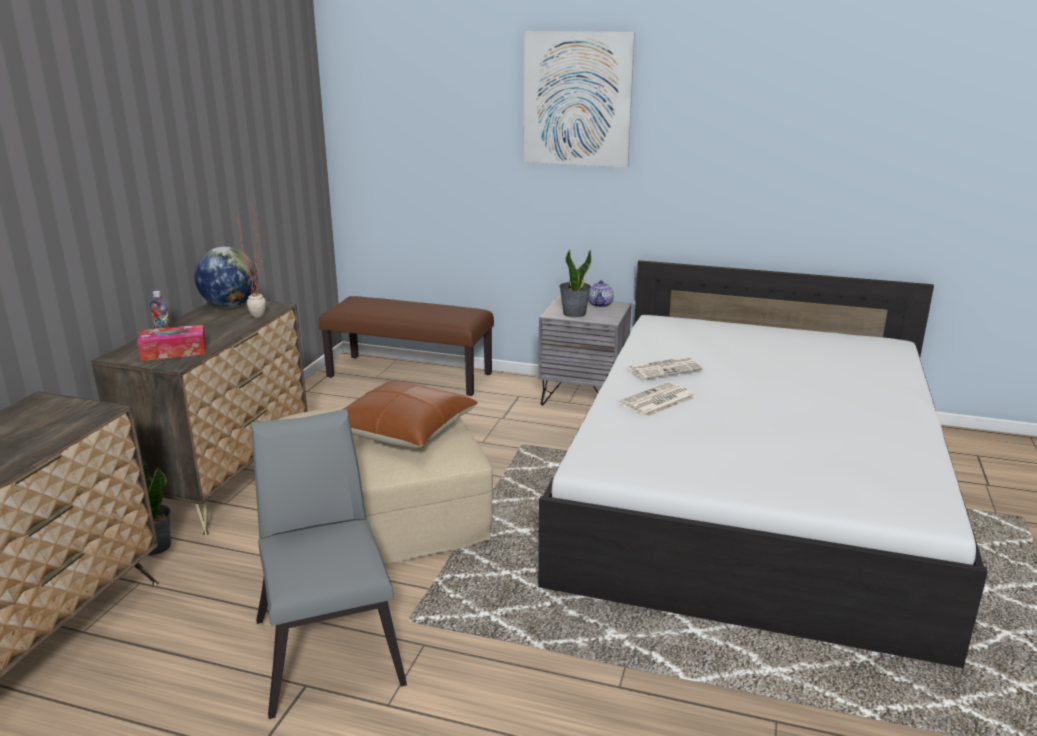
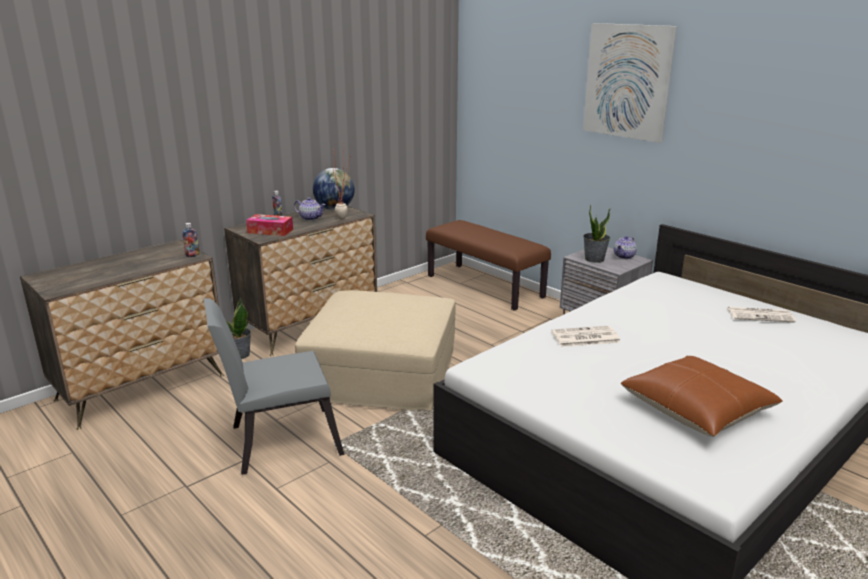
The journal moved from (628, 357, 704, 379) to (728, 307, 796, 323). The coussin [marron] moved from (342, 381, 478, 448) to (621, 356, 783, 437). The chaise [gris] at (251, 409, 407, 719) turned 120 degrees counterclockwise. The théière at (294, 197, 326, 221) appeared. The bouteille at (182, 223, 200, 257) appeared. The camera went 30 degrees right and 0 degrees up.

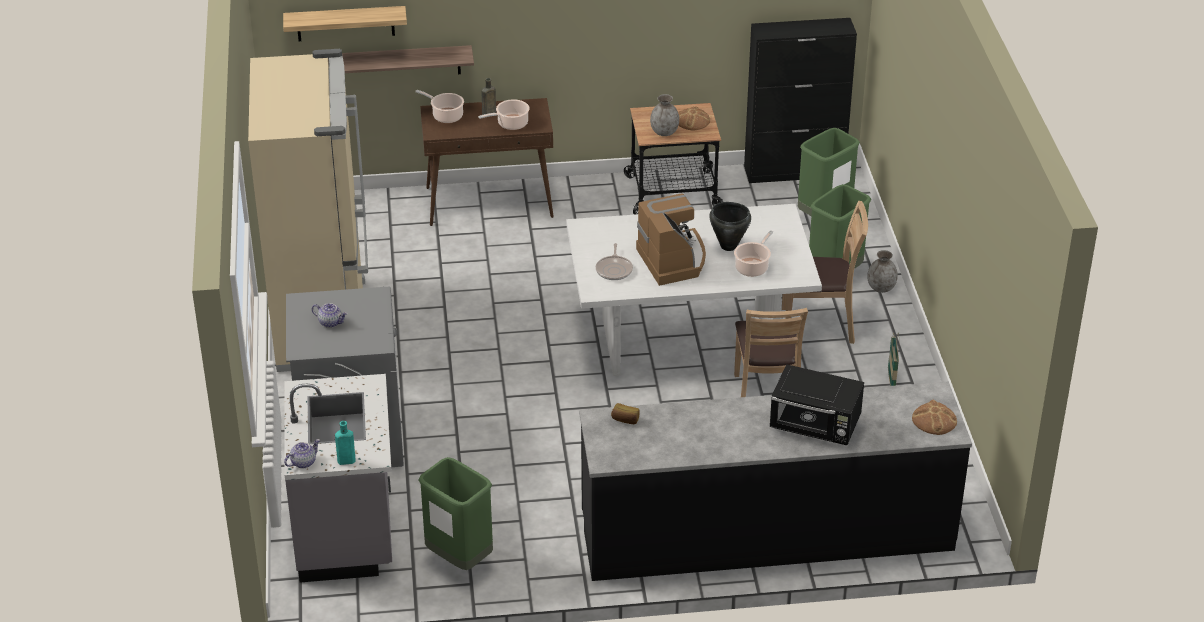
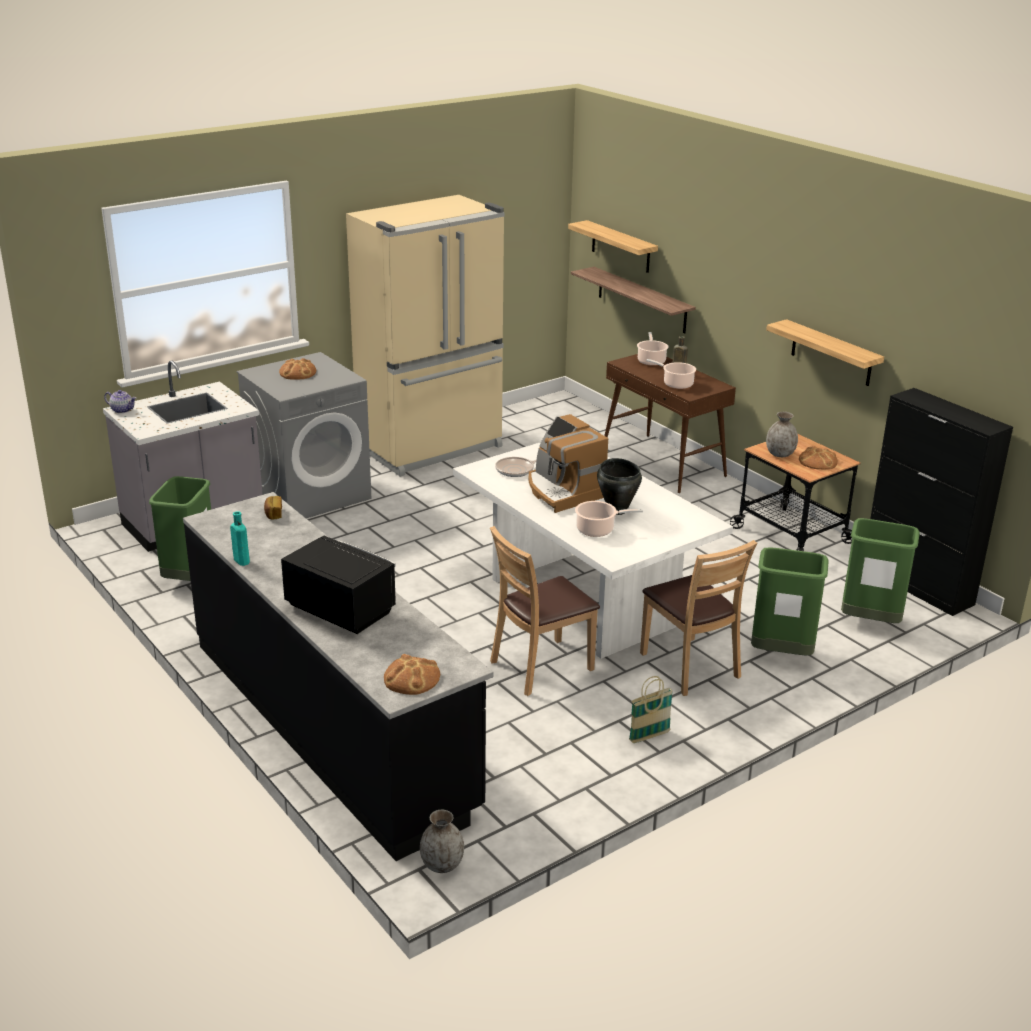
The machine à café at (636, 193, 706, 286) turned 105 degrees clockwise. The vase [gris] moved from (867, 250, 898, 293) to (420, 810, 464, 873). The théière at (312, 303, 347, 328) was replaced by the pain at (279, 358, 316, 380). The micro-ondes [noir] at (770, 364, 864, 445) turned 135 degrees clockwise. The bouteille [turquoise] moved from (335, 421, 356, 465) to (230, 511, 250, 566). The étagère at (766, 319, 884, 386) appeared. The camera went 60 degrees right and 10 degrees down.

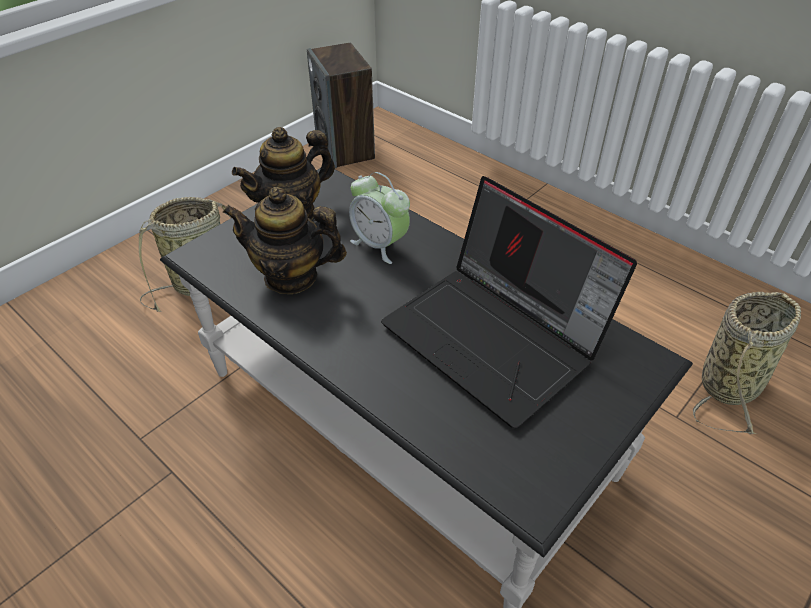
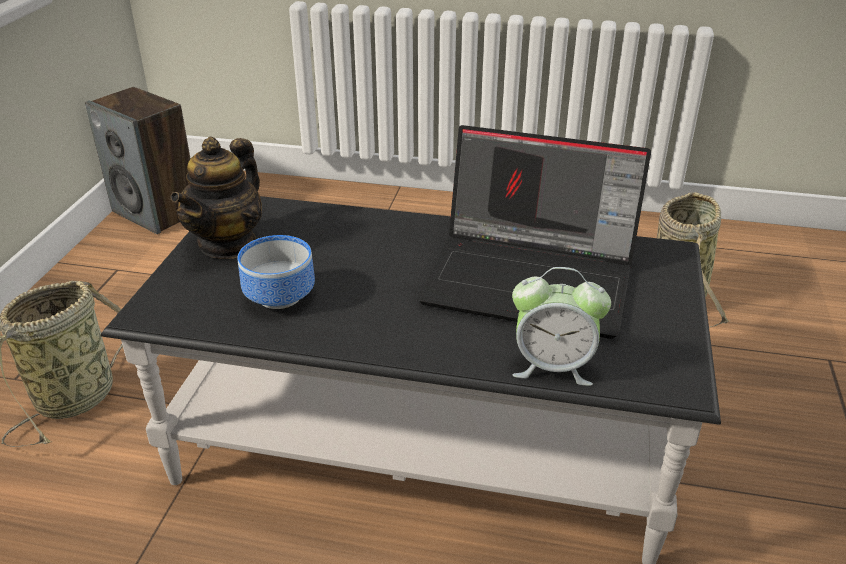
The réveil moved from (349, 172, 410, 264) to (512, 267, 611, 386). The théière at (223, 187, 347, 294) was replaced by the bol at (238, 235, 315, 309). The camera went 30 degrees left and 10 degrees down.

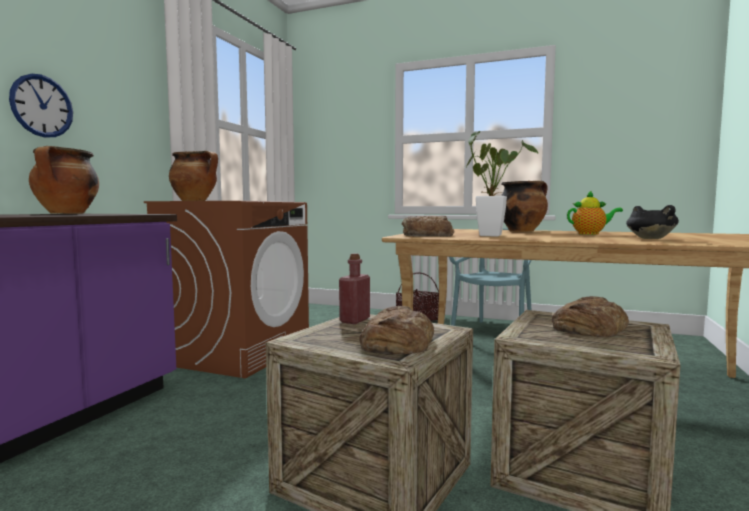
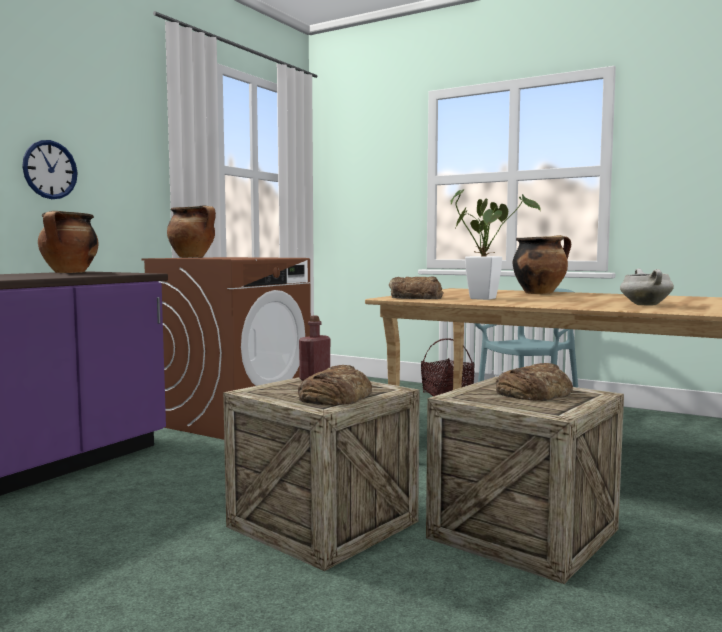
The théière at (567, 190, 623, 235) disappeared. The marmite [noir] at (626, 205, 679, 239) became the marmite [blanc] at (620, 269, 674, 305). The camera went 10 degrees right and 0 degrees up.

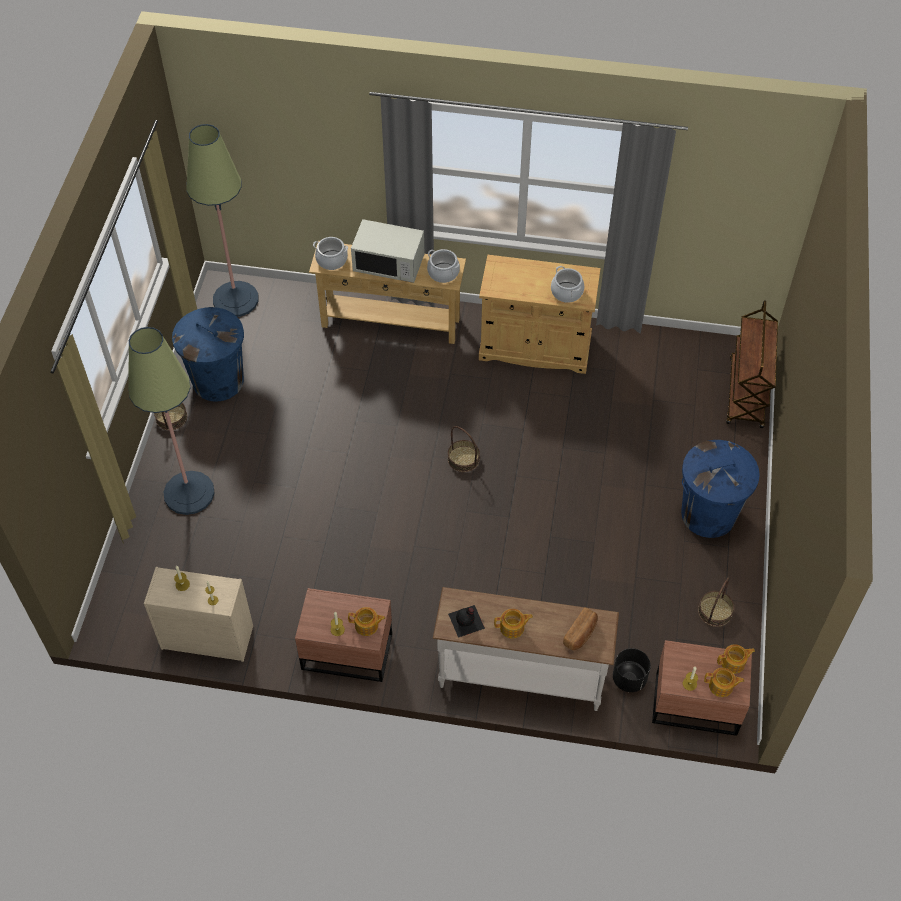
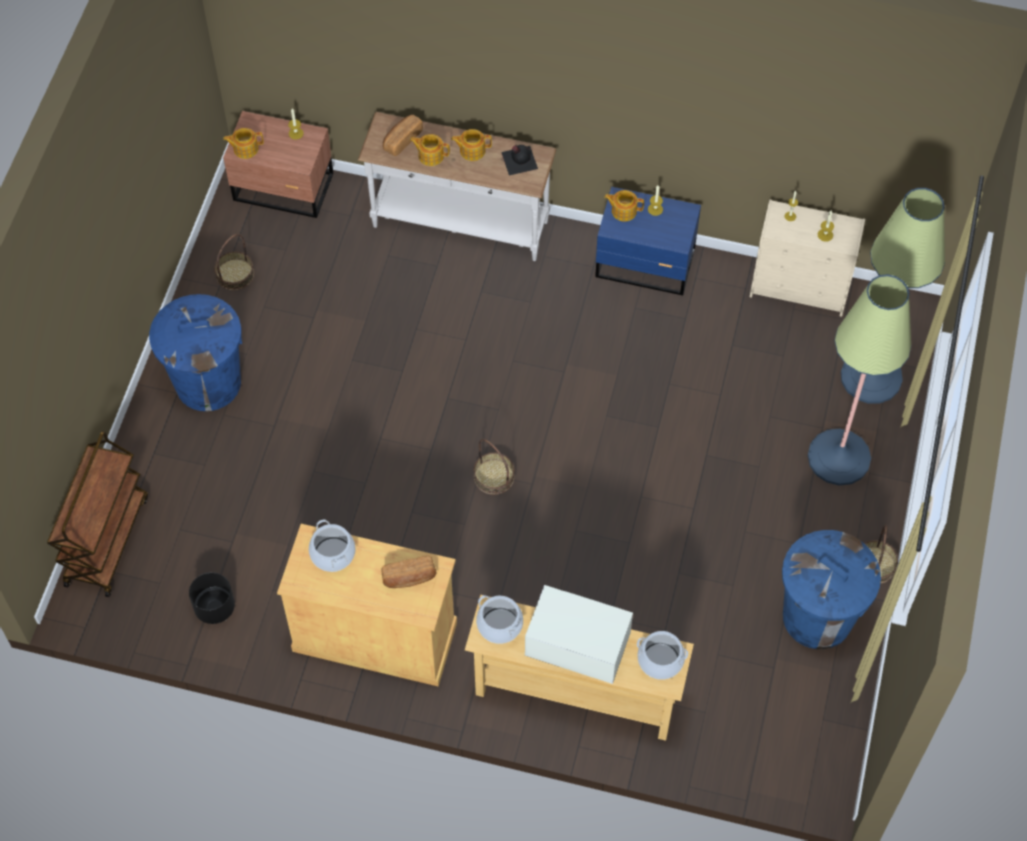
The lampadaire moved from (186, 124, 258, 317) to (841, 188, 945, 403). The table de chevet [marron] at (295, 588, 392, 682) became the table de chevet [bleu] at (595, 187, 701, 295). The cache-pot [noir] moved from (613, 648, 651, 692) to (189, 572, 235, 624). The théière moved from (704, 668, 744, 697) to (410, 134, 450, 166). The pain at (381, 556, 436, 588) appeared. The camera went 175 degrees left and 5 degrees up.

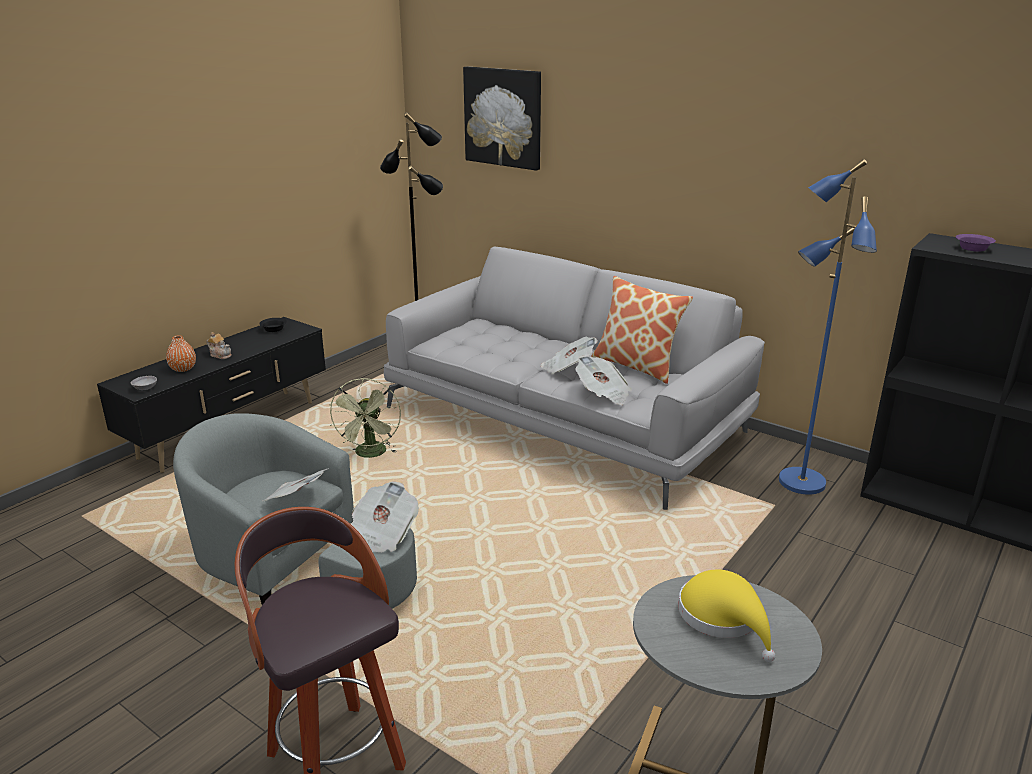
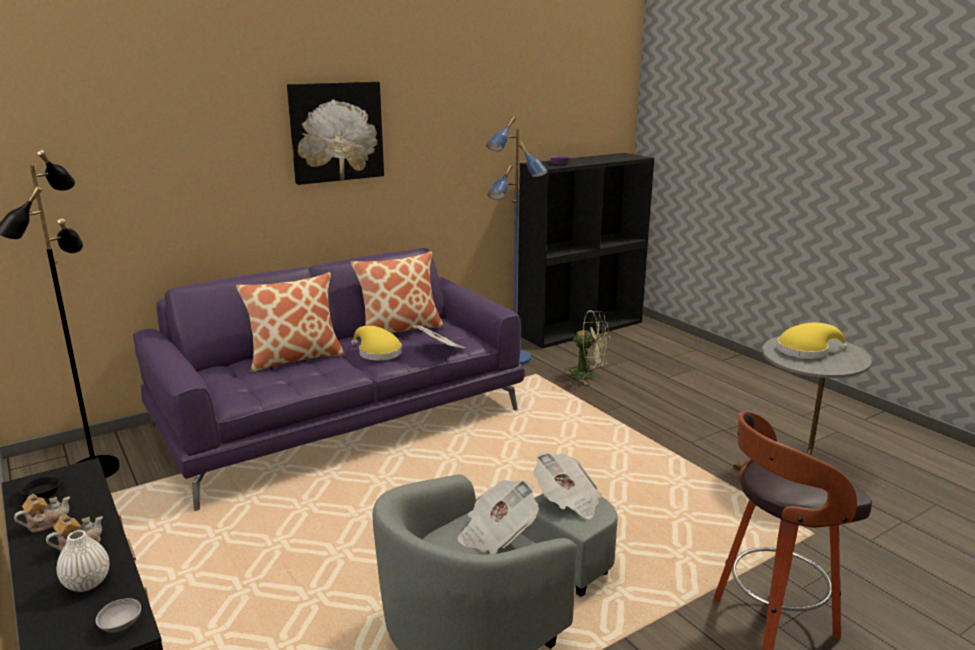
The tableau moved from (463, 67, 541, 171) to (287, 81, 384, 185). The canapé [gris] at (384, 247, 765, 510) became the canapé [violet] at (133, 248, 525, 511). The vase [orange] at (166, 335, 196, 372) became the vase [blanc] at (57, 530, 109, 592). The journal at (540, 337, 598, 374) was replaced by the chapeau [jaune] at (351, 326, 402, 360). The ventilateur [vert] moved from (329, 378, 401, 458) to (565, 310, 610, 385). The coussin at (236, 272, 345, 372) appeared. The théière at (14, 494, 70, 533) appeared. The camera went 70 degrees left and 5 degrees down.

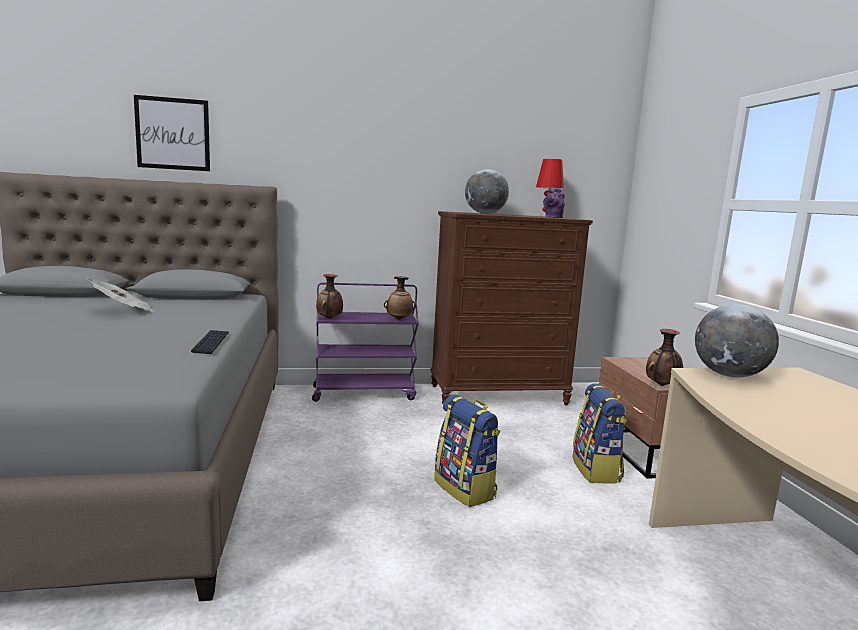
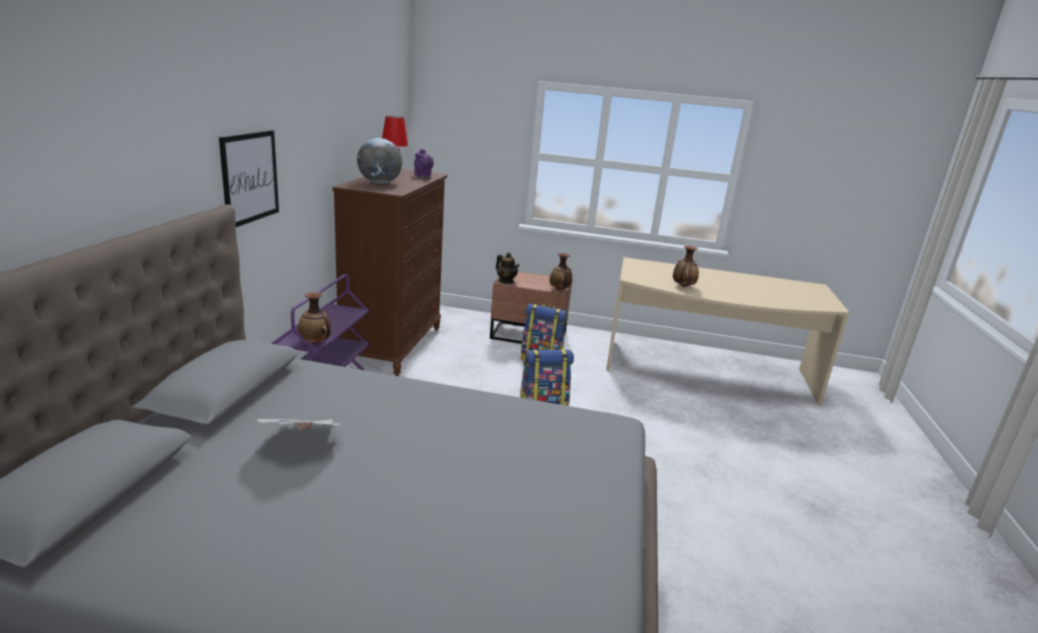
The tableau moved from (134, 95, 210, 171) to (219, 130, 279, 227). The vase moved from (384, 276, 416, 320) to (673, 246, 699, 287). The globe at (695, 304, 779, 378) disappeared. The clavier at (191, 330, 229, 354) disappeared. The théière at (496, 252, 519, 284) appeared. The camera went 70 degrees left and 10 degrees up.

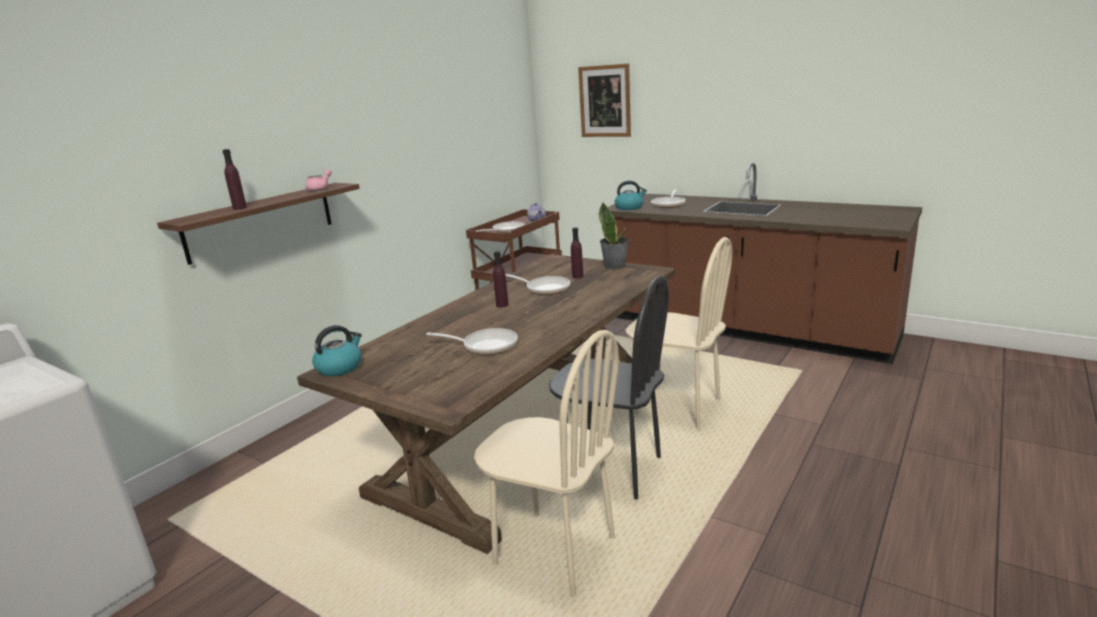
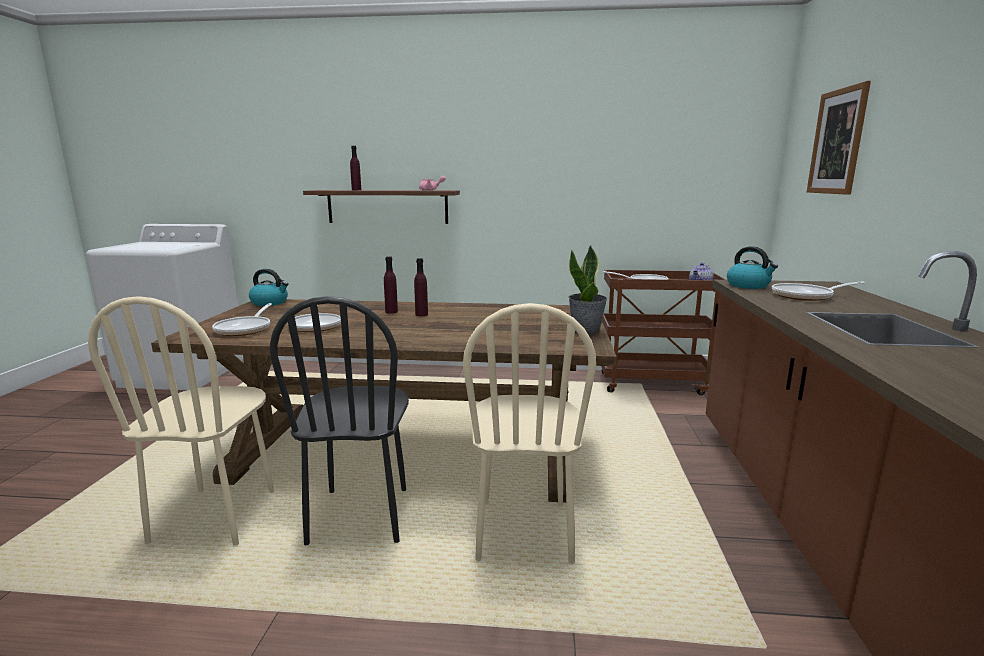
The bouteille [violet] moved from (571, 227, 583, 279) to (384, 256, 398, 314). The poêle moved from (505, 274, 570, 295) to (212, 303, 272, 336). The camera went 60 degrees right and 5 degrees down.

